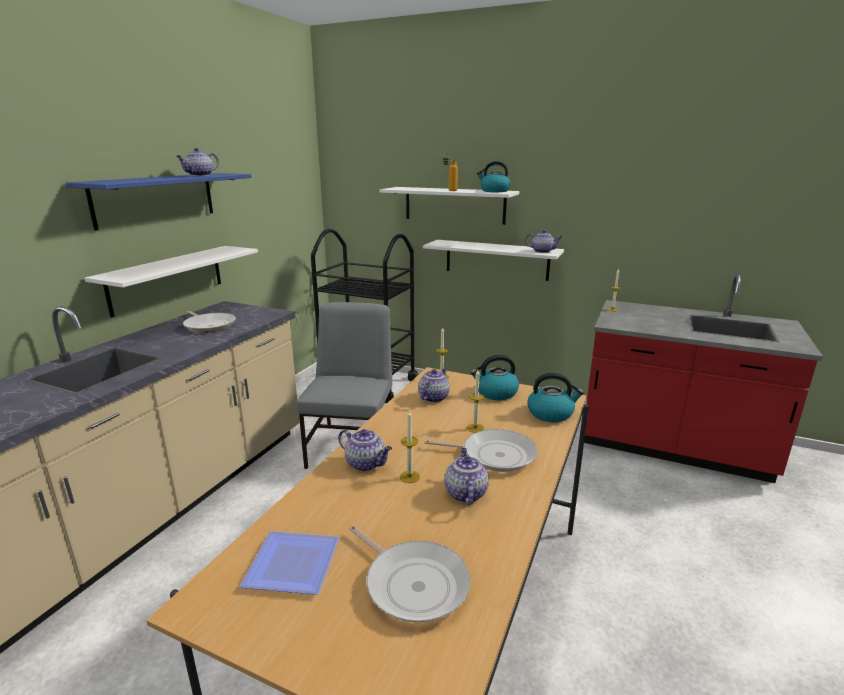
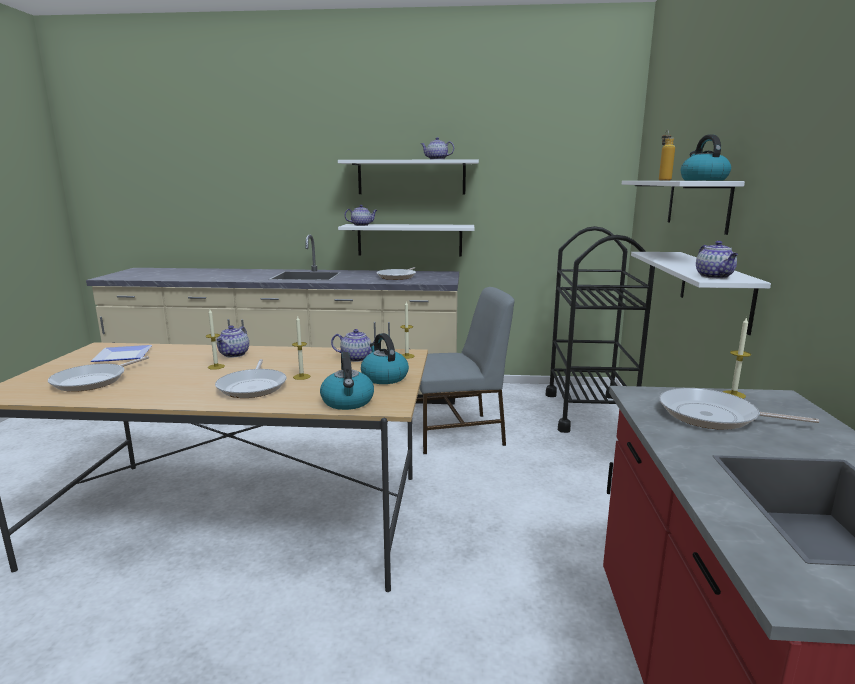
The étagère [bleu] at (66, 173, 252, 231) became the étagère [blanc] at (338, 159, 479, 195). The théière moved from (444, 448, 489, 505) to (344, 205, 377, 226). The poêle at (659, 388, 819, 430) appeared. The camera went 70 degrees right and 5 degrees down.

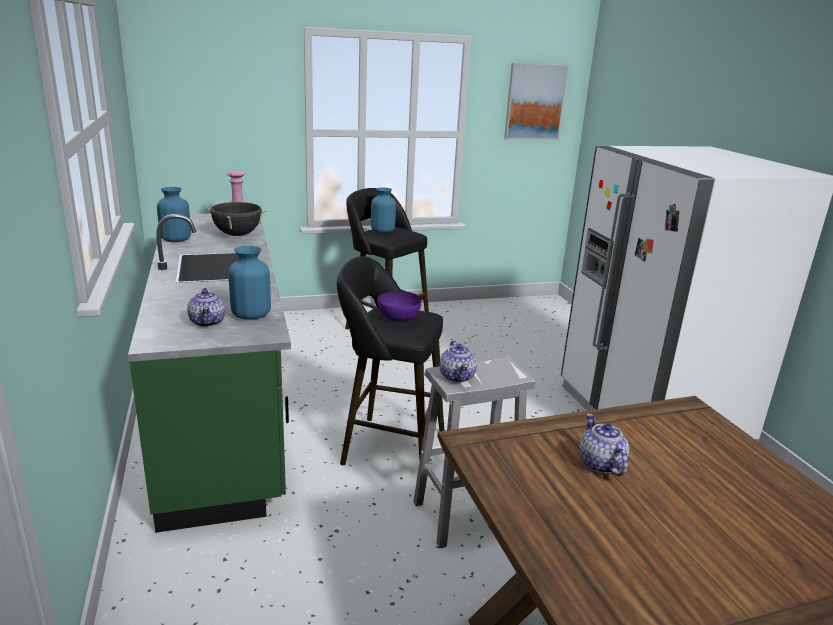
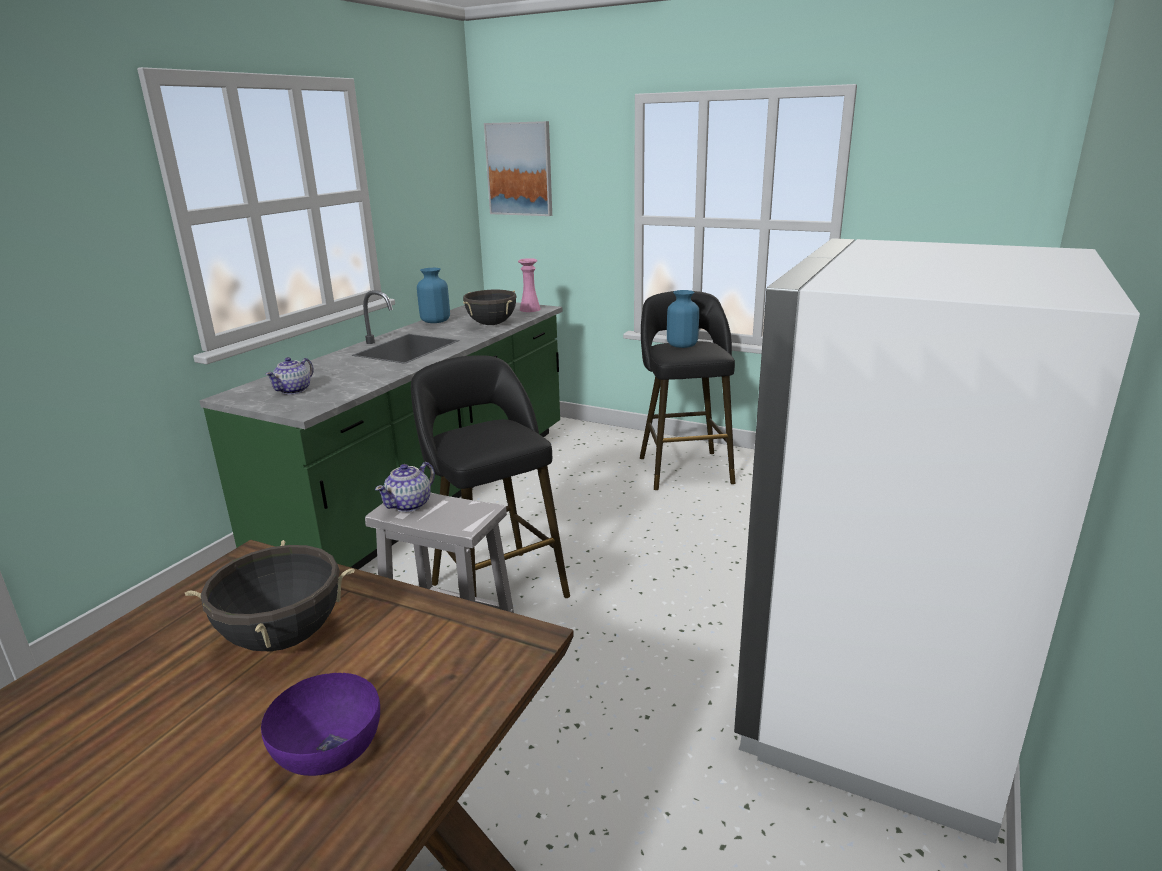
The tableau moved from (504, 63, 568, 140) to (484, 121, 552, 216). The vase [bleu] at (228, 246, 271, 320) disappeared. The bol [violet] moved from (377, 292, 421, 321) to (261, 673, 380, 776). The théière at (579, 414, 629, 476) was replaced by the marmite [noir] at (185, 540, 355, 651). The camera went 45 degrees right and 0 degrees up.

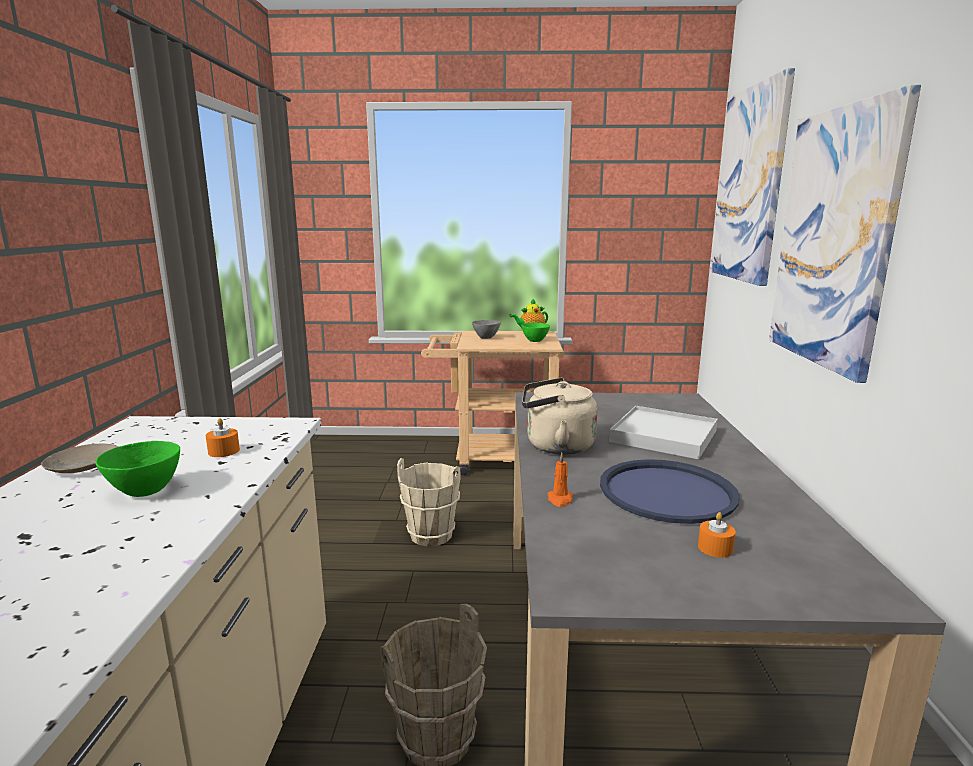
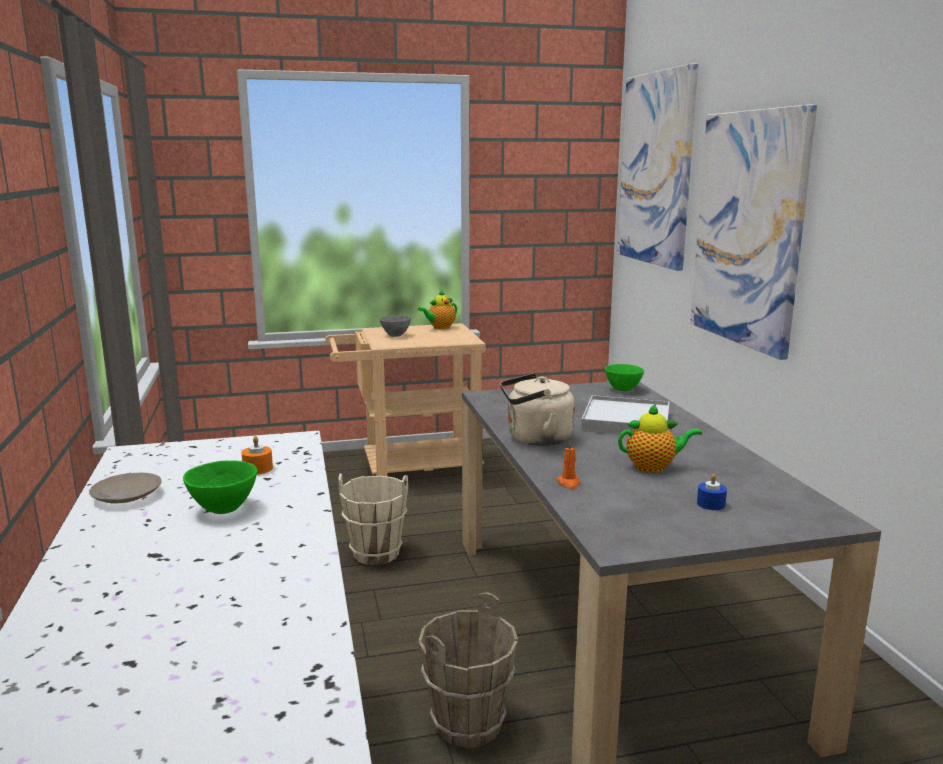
The bol [vert] moved from (521, 323, 550, 342) to (605, 364, 644, 391). The plateau [bleu] at (600, 459, 740, 524) was replaced by the théière at (618, 404, 702, 473). The bougie [orange] at (698, 512, 736, 558) became the bougie [bleu] at (697, 474, 727, 510). The camera went 15 degrees left and 0 degrees up.

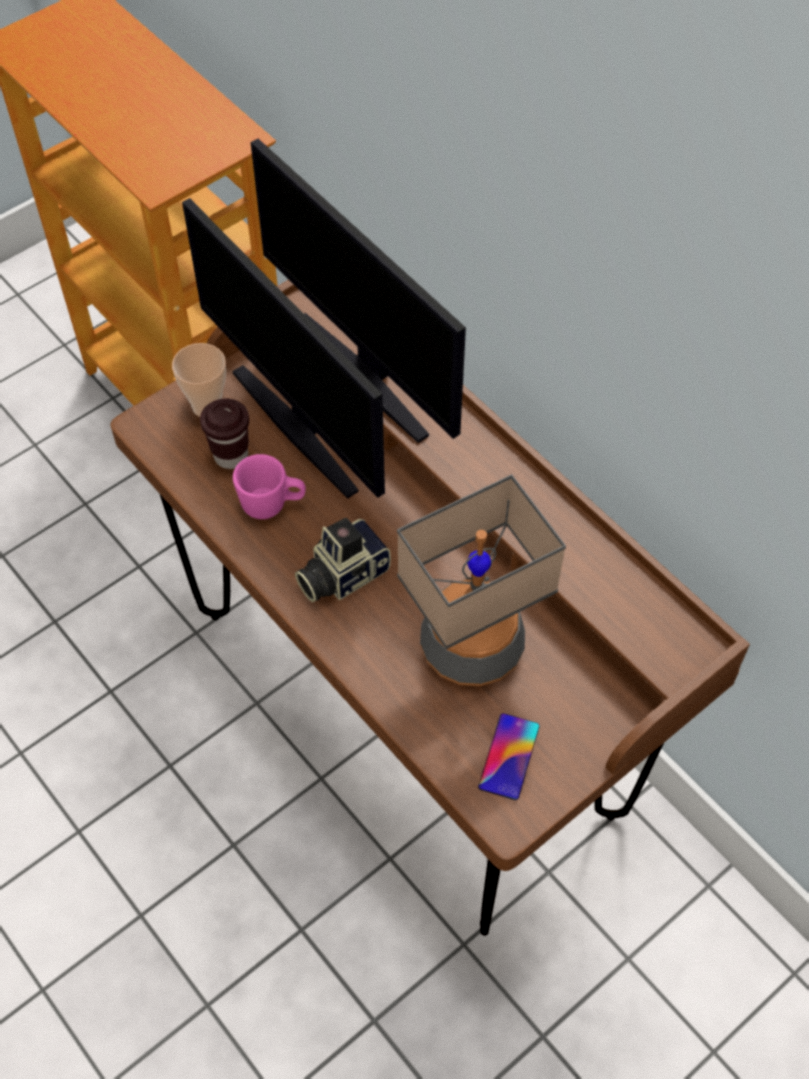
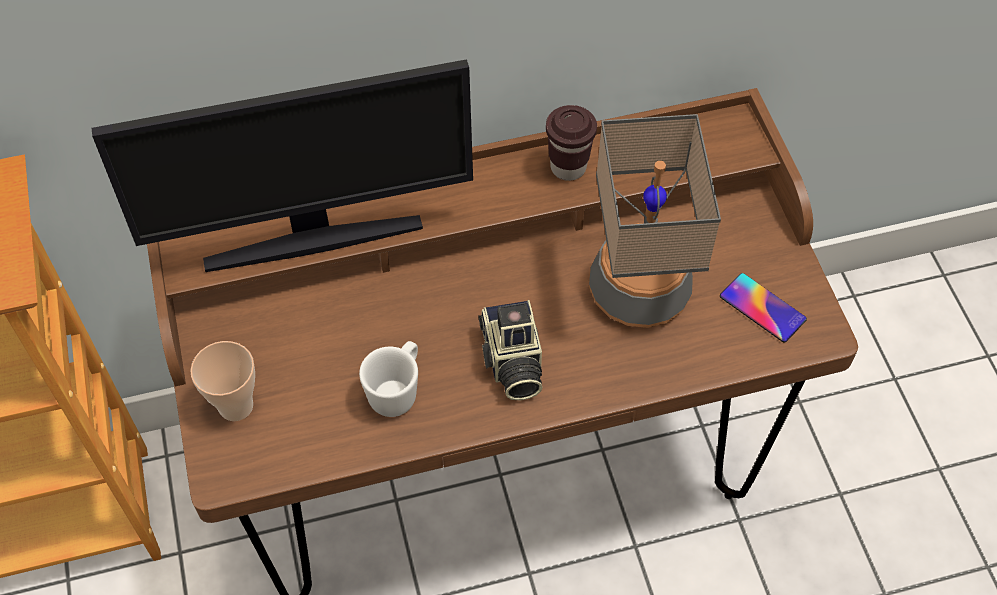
The écran d'ordinateur at (182, 198, 385, 499) disappeared. The tasse [marron] moved from (200, 398, 249, 469) to (546, 105, 597, 181). The mug [rose] at (233, 454, 306, 519) became the mug [blanc] at (359, 341, 418, 417). The camera went 65 degrees left and 0 degrees up.

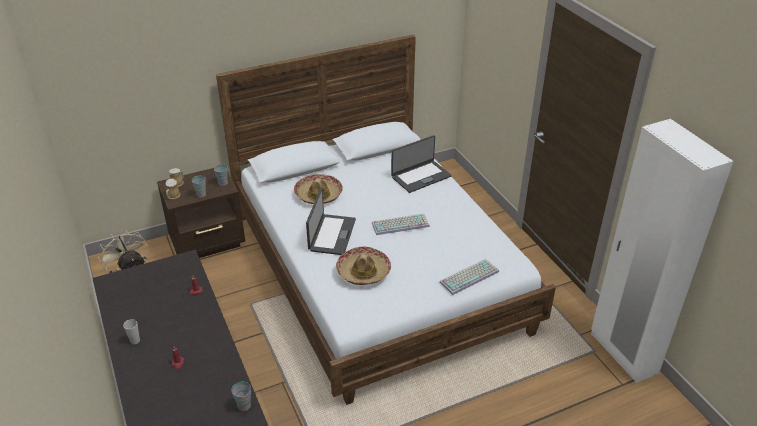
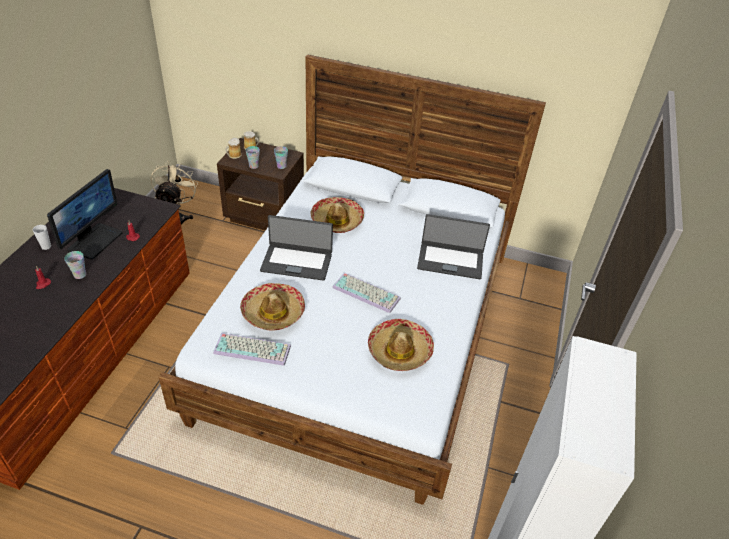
The ordinateur portable at (306, 188, 356, 255) turned 45 degrees clockwise. The clavier moved from (439, 259, 499, 295) to (213, 333, 291, 366). The tasse moved from (232, 382, 251, 411) to (64, 251, 86, 279). The écran d'ordinateur at (47, 169, 123, 260) appeared. The chapeau at (368, 319, 434, 371) appeared. The camera went 40 degrees right and 5 degrees up.

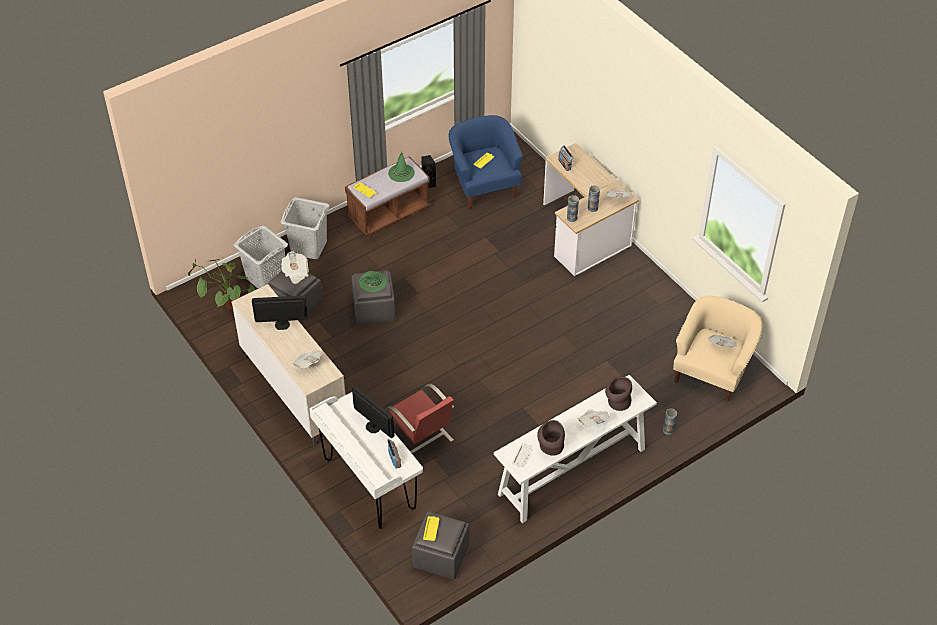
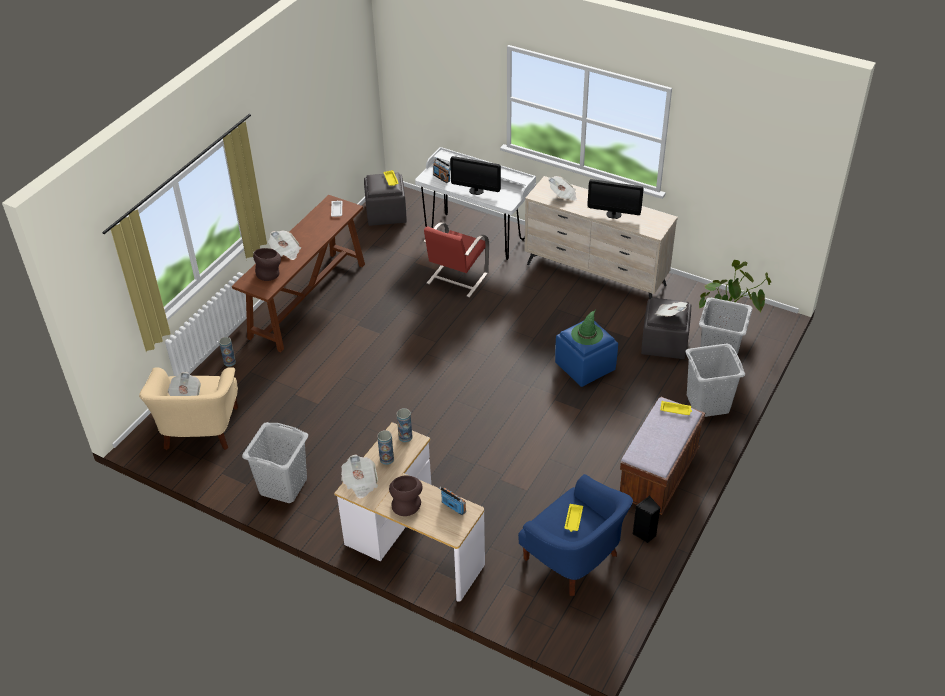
The chapeau [vert] at (388, 152, 415, 182) disappeared. The pouf [gris] at (351, 270, 395, 326) became the pouf [bleu] at (555, 321, 618, 387). The écran d'ordinateur at (252, 296, 308, 330) turned 45 degrees clockwise. The table console [blanc] at (494, 375, 657, 523) became the table console [marron] at (232, 195, 365, 352). The chaise [rouge] at (386, 384, 454, 454) turned 90 degrees counterclockwise. The vase [marron] moved from (537, 420, 565, 456) to (389, 475, 423, 516). The panier à linge [gris] at (242, 422, 308, 503) appeared. The camera went 155 degrees right and 5 degrees down.

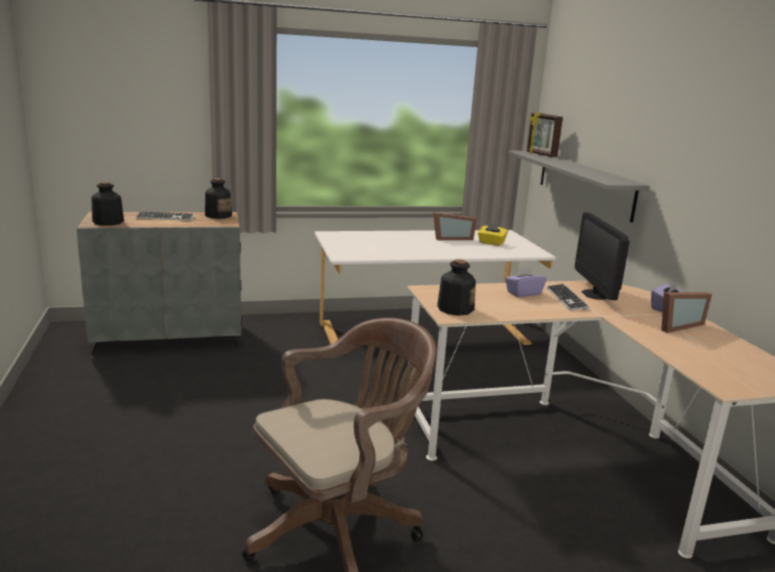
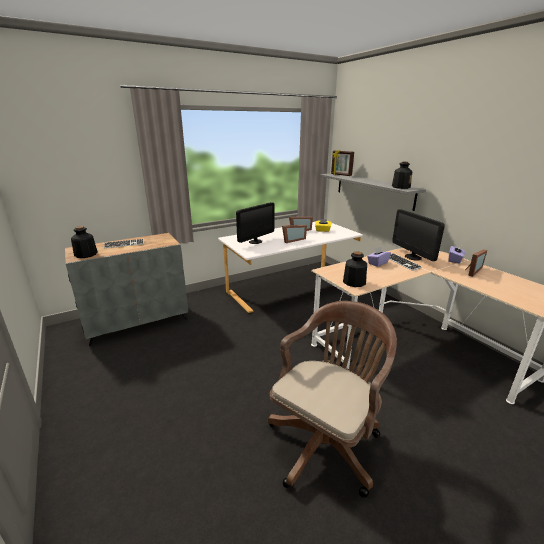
The bouteille moved from (205, 178, 232, 219) to (392, 162, 412, 189). The écran d'ordinateur at (236, 202, 275, 244) appeared. The cadre photo at (282, 225, 307, 243) appeared. The camera went 15 degrees left and 5 degrees up.

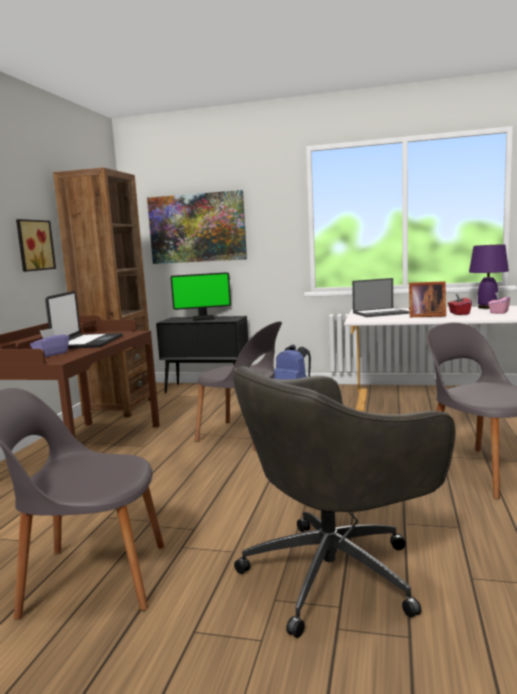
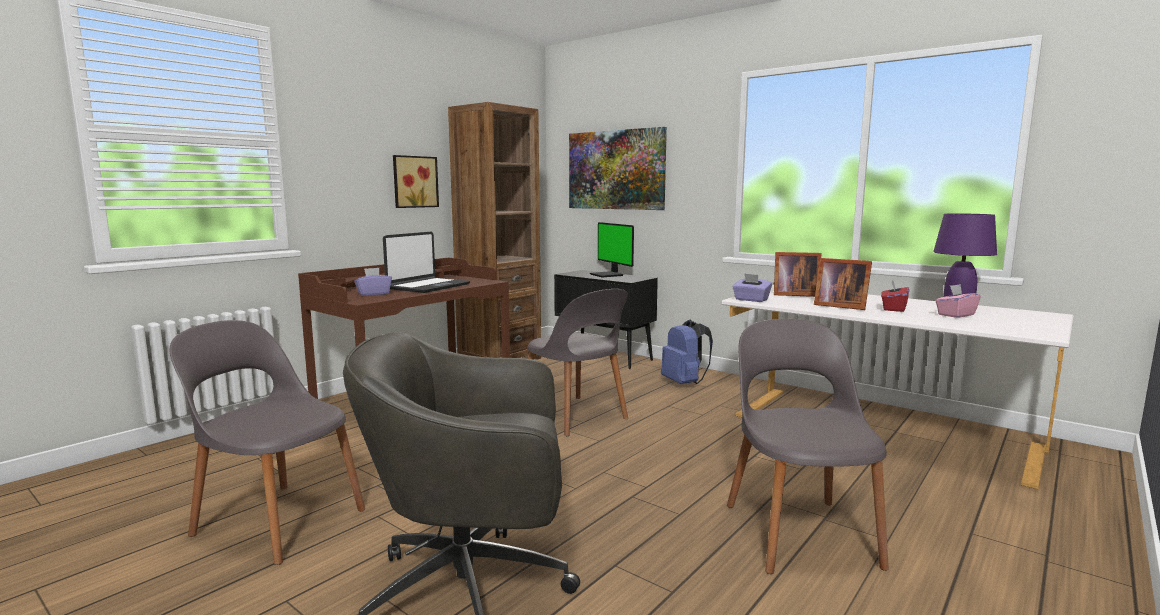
The écran d'ordinateur at (171, 272, 231, 321) turned 45 degrees clockwise. The ordinateur portable at (352, 278, 409, 317) was replaced by the cadre photo at (774, 252, 821, 297). The boîte à mouchoirs [violet] at (733, 273, 772, 302) appeared. The camera went 25 degrees right and 0 degrees up.

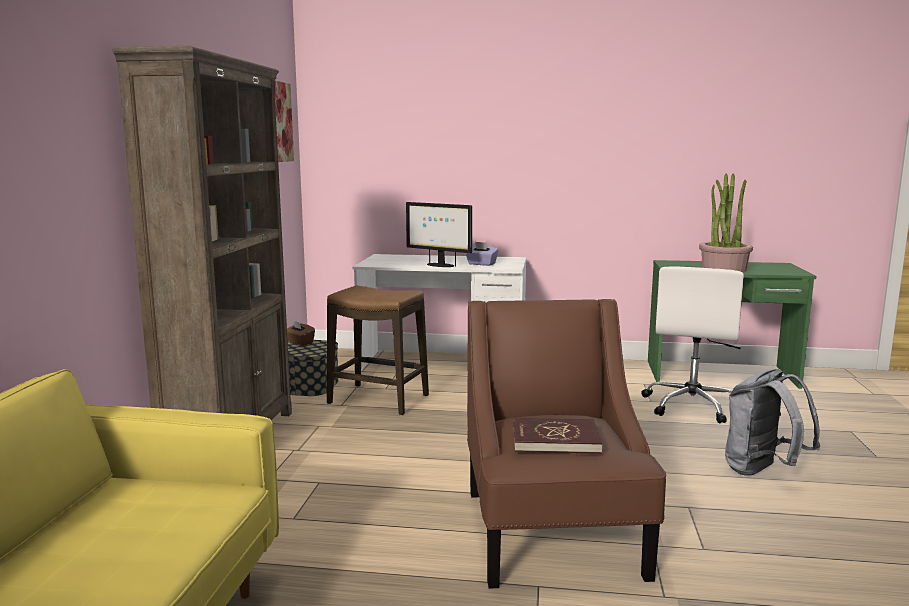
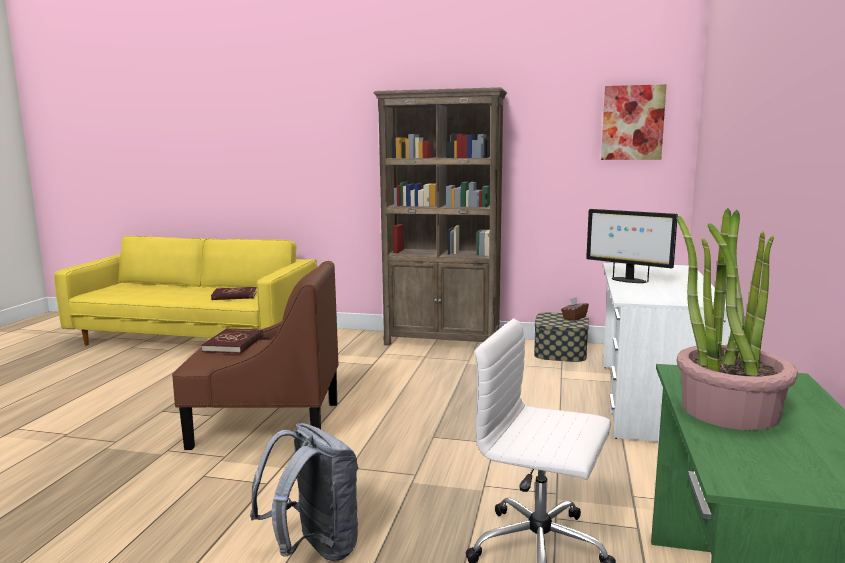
The écran d'ordinateur at (406, 202, 472, 267) turned 90 degrees counterclockwise. The boîte à mouchoirs [violet] at (465, 242, 498, 266) disappeared. The tabouret at (327, 286, 429, 415) disappeared. The livre [rouge] at (211, 287, 257, 300) appeared. The camera went 95 degrees right and 0 degrees up.

